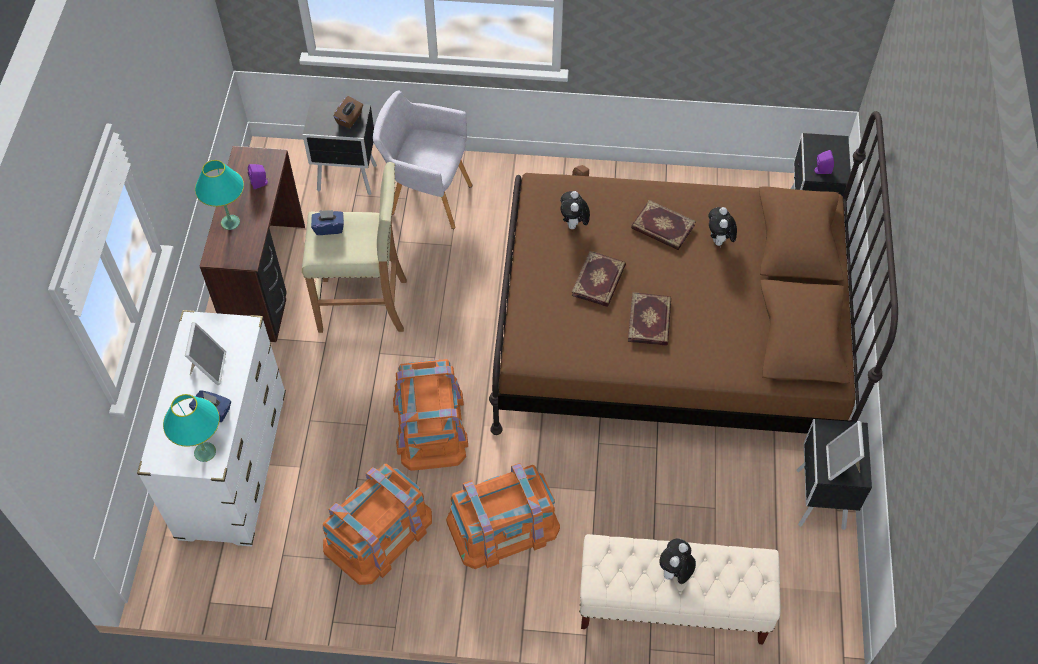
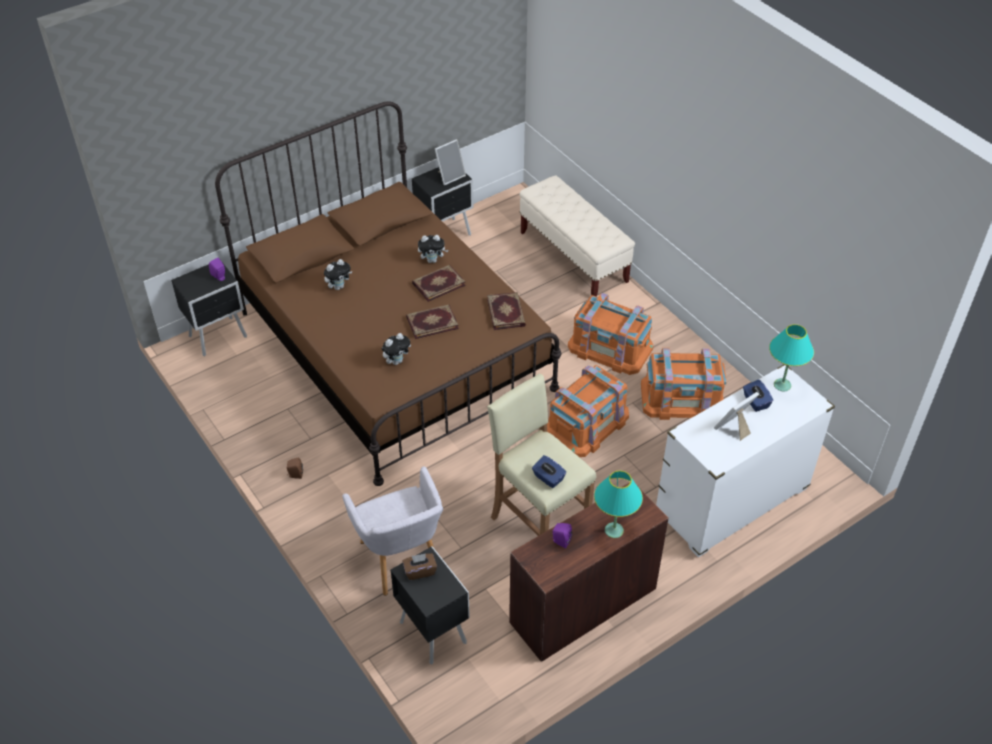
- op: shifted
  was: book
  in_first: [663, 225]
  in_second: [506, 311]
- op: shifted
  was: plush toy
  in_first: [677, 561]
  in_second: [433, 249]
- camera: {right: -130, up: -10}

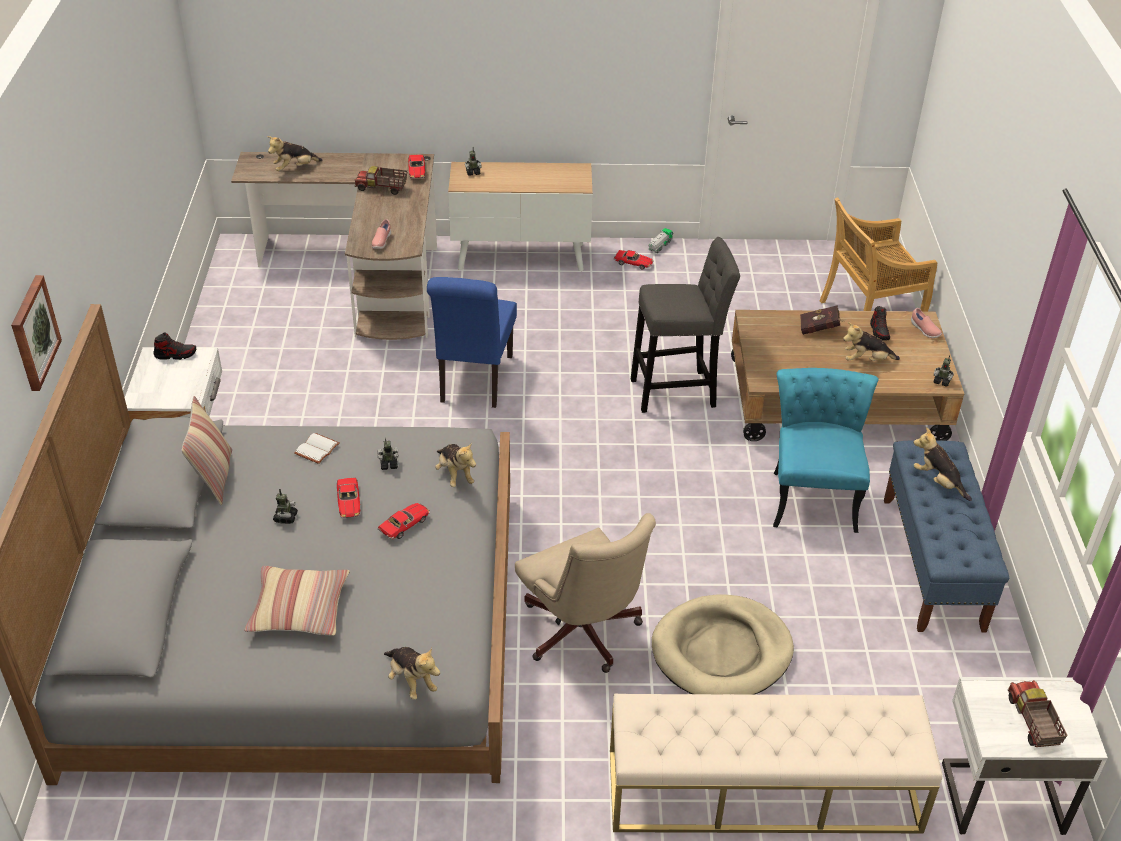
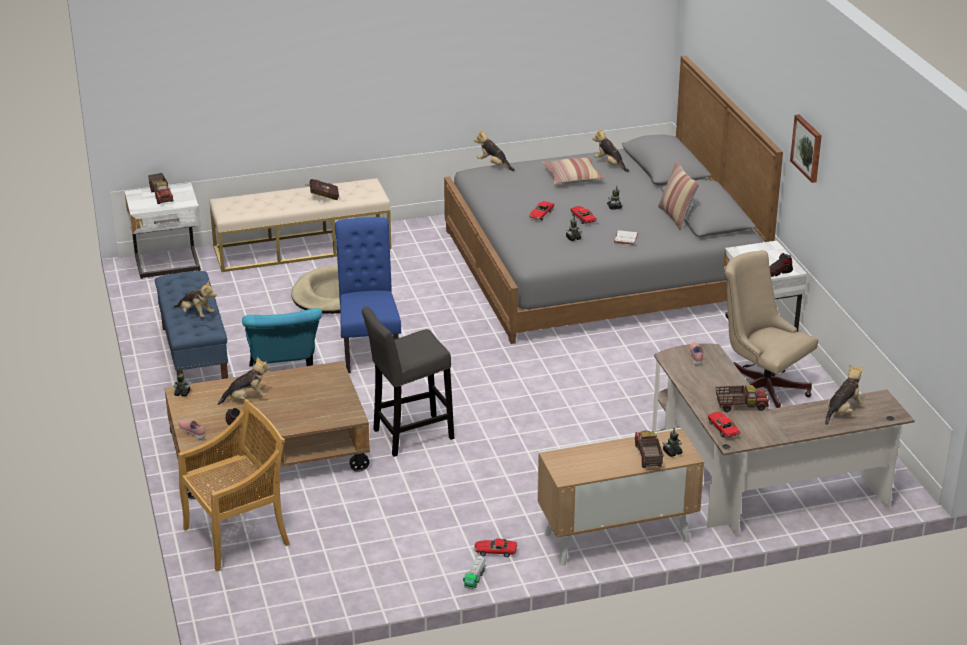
- op: new
  now: toy truck
  in_second: [649, 449]
- op: shifted
  was: picture
  in_first: [36, 333]
  in_second: [806, 148]
- op: shifted
  was: chair (blue)
  in_first: [472, 342]
  in_second: [368, 295]
- op: shifted
  was: plush toy
  in_first: [455, 464]
  in_second: [610, 150]
- op: shifted
  was: office chair (beige)
  in_first: [585, 593]
  in_second: [771, 329]
- op: shifted
  was: book (red)
  in_first: [823, 320]
  in_second: [322, 189]
- camera: {right: 165, up: -10}

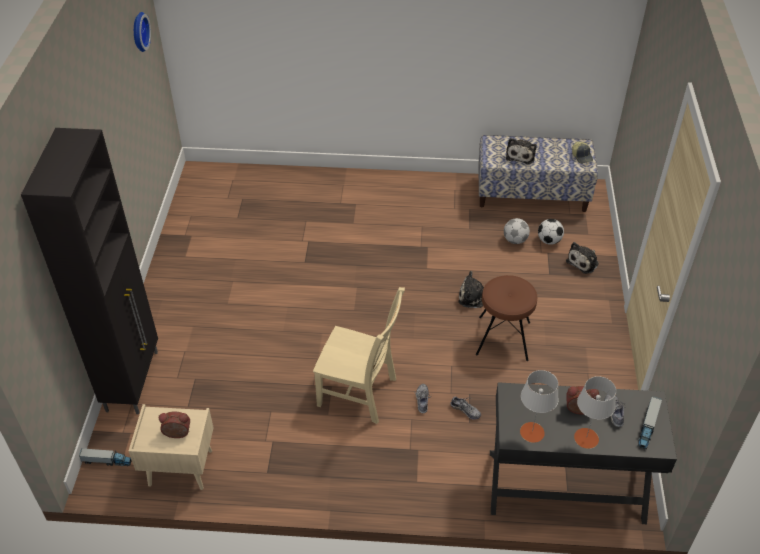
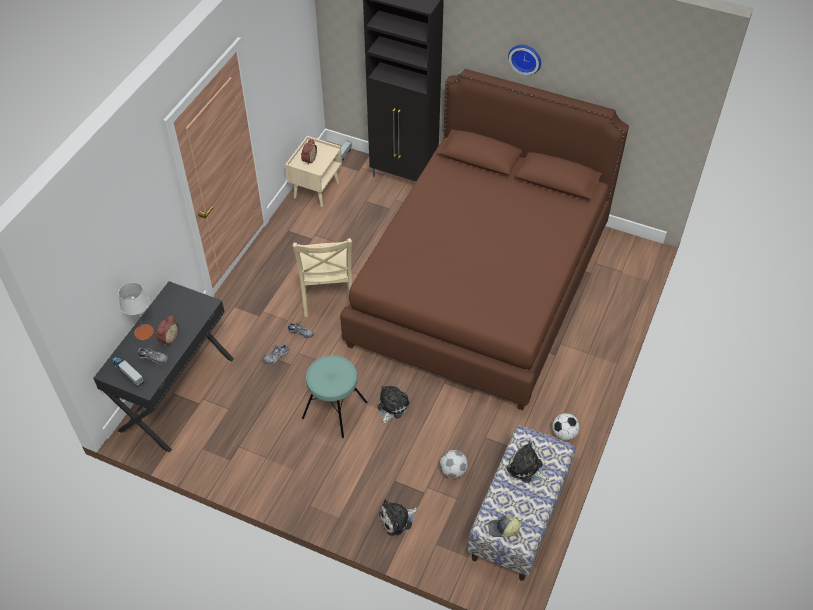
- op: gone
  was: table lamp (grey)
  in_first: [539, 406]
- op: new
  now: bed (brown)
  in_second: [484, 239]
- op: shifted
  was: wall clock
  in_first: [142, 32]
  in_second: [524, 60]
- op: shifted
  was: football
  in_first: [551, 232]
  in_second: [566, 426]
- op: repainted
  was: stool (brown)
  now: stool (turquoise)
  in_first: [506, 318]
  in_second: [335, 396]
- op: rotated
  was: chair (beige)
  in_first: [359, 355]
  in_second: [322, 277]
  clockwise: -45
- op: rotated
  was: plush toy
  in_first: [582, 258]
  in_second: [398, 517]
  clockwise: -90
- camera: {right: 110, up: 5}

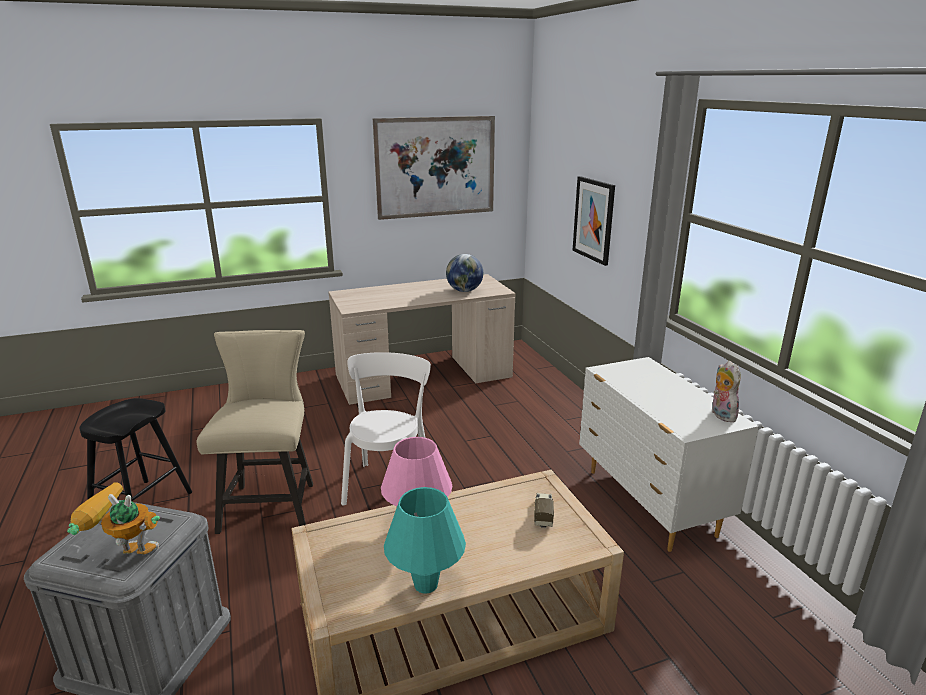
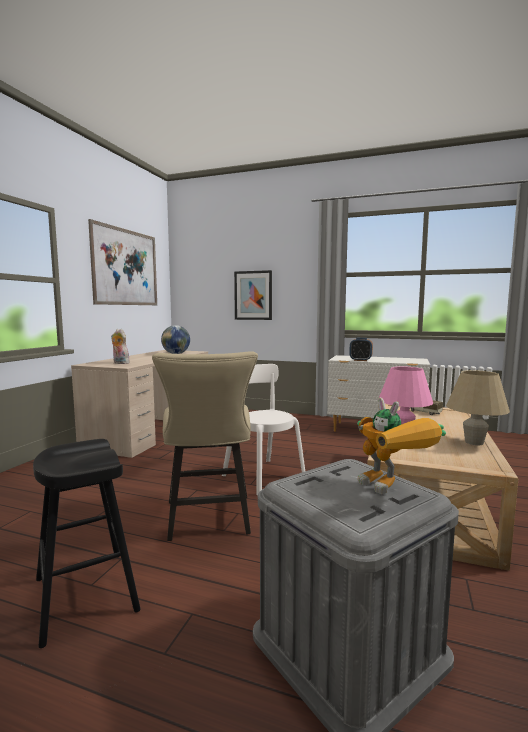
- op: new
  now: alarm clock
  in_second: [361, 349]
- op: shifted
  was: plush toy
  in_first: [726, 391]
  in_second: [120, 346]
- op: repainted
  was: table lamp (turquoise)
  now: table lamp (beige)
  in_first: [425, 540]
  in_second: [478, 407]
- op: rotated
  was: toy robot
  in_first: [113, 518]
  in_second: [401, 446]
  clockwise: -75
- op: rotated
  was: chair (beige)
  in_first: [255, 432]
  in_second: [205, 446]
  clockwise: -135
- camera: {right: -50, up: -15}

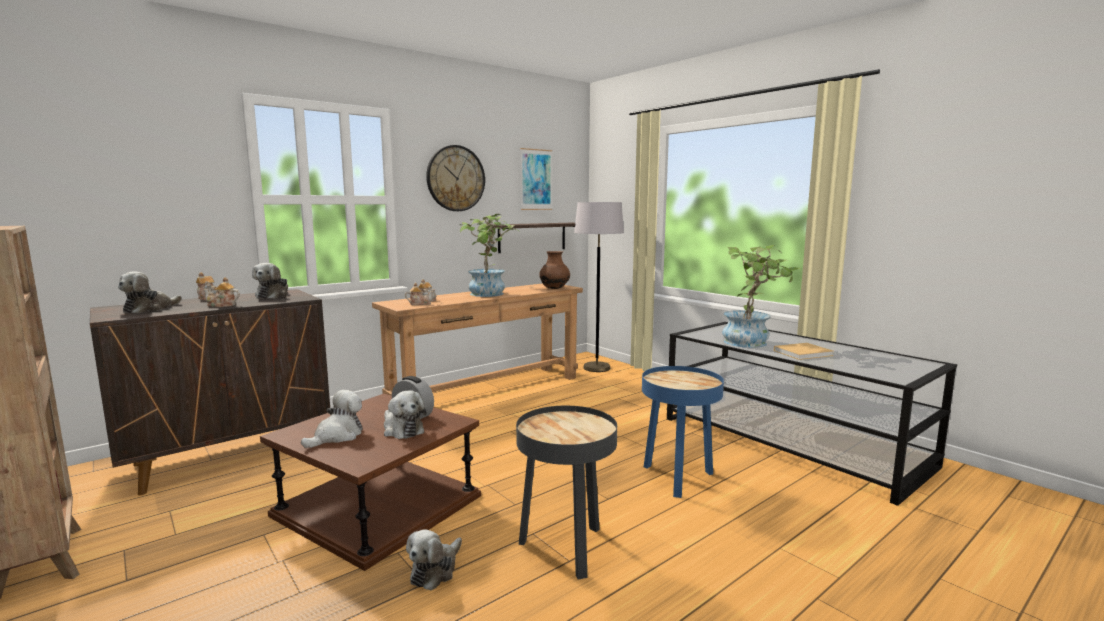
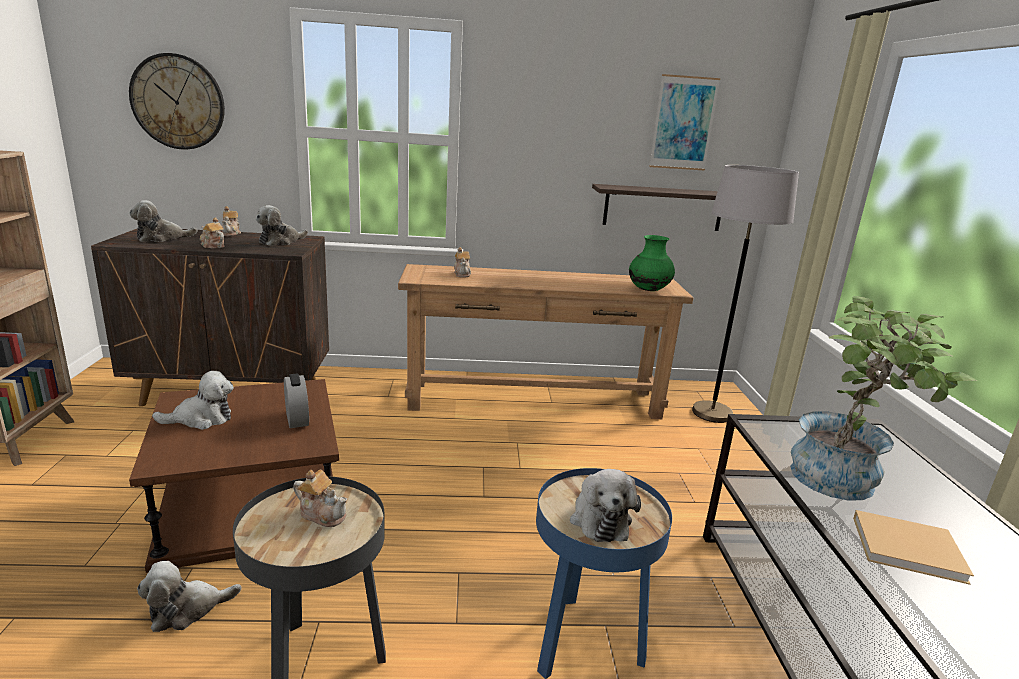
- op: gone
  was: potted plant
  in_first: [490, 255]
- op: shifted
  was: plush toy
  in_first: [405, 414]
  in_second: [605, 505]
- op: shifted
  was: teapot
  in_first: [419, 294]
  in_second: [320, 498]
- op: shifted
  was: wall clock
  in_first: [455, 178]
  in_second: [177, 101]
- op: repainted
  was: vase (brown)
  now: vase (green)
  in_first: [554, 270]
  in_second: [652, 263]
- camera: {right: 35, up: 10}

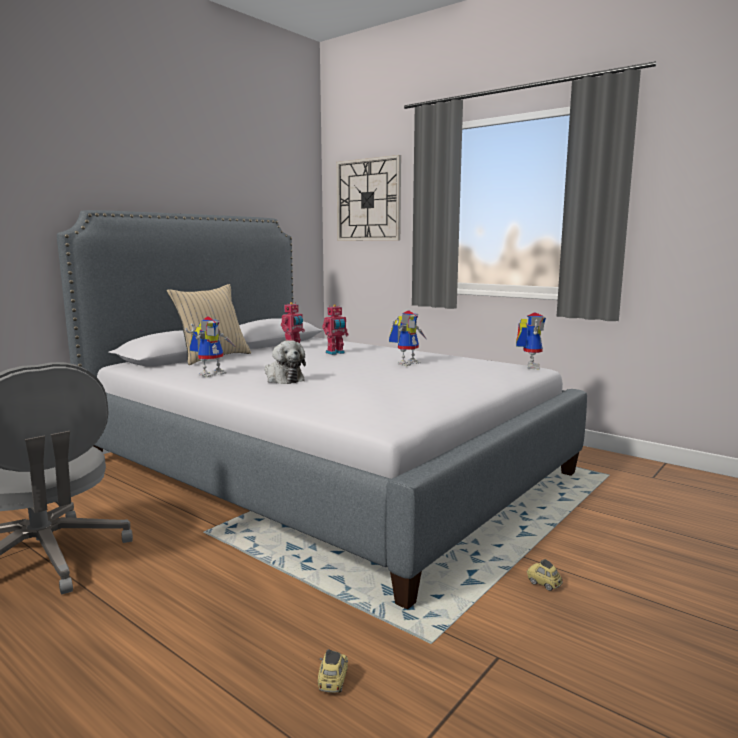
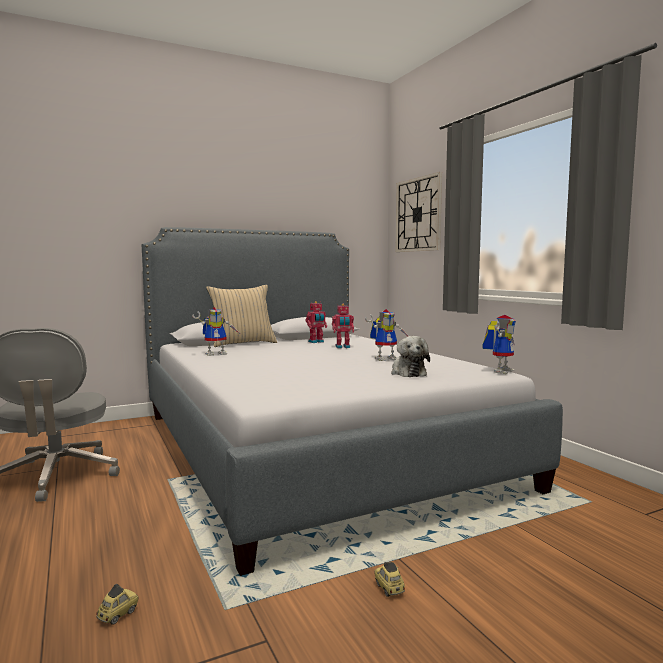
- op: shifted
  was: plush toy
  in_first: [285, 362]
  in_second: [410, 356]
- camera: {right: 25, up: -5}

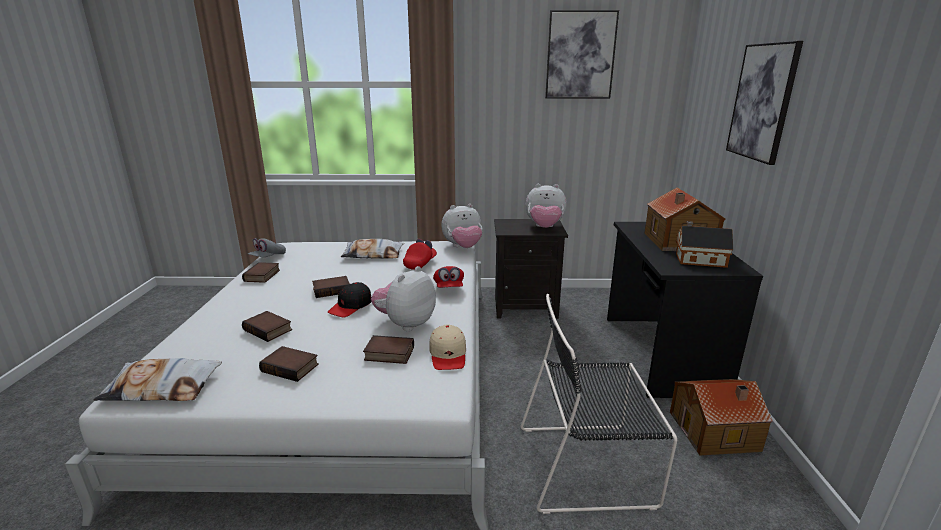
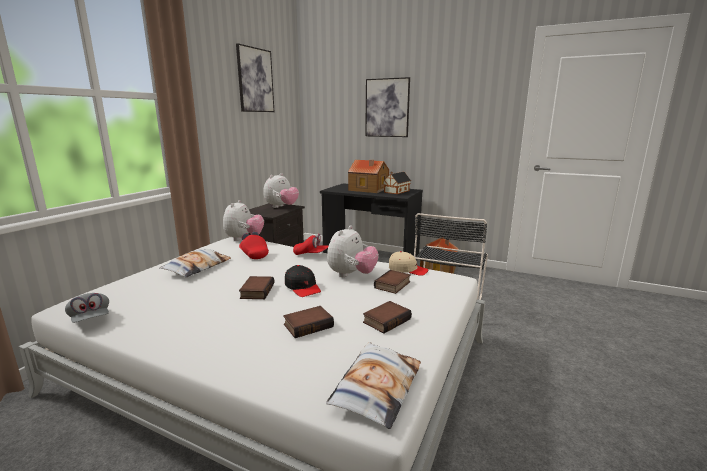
- op: gone
  was: book
  in_first: [261, 272]
- op: rotated
  was: plush toy
  in_first: [403, 298]
  in_second: [353, 251]
  clockwise: -120
- camera: {right: -65, up: -5}

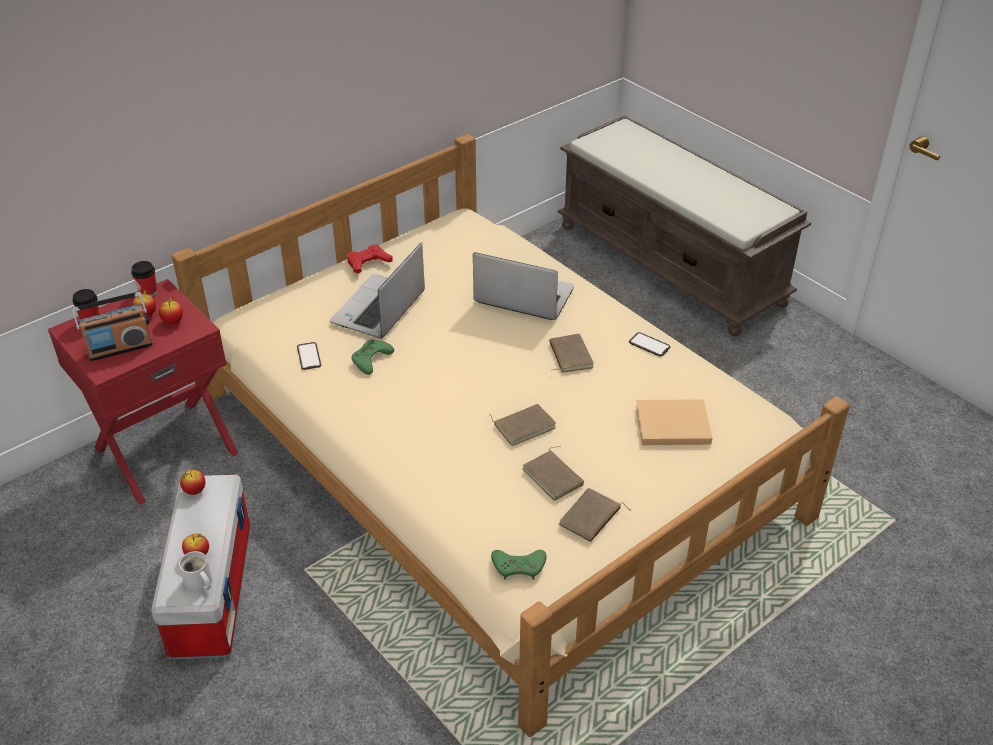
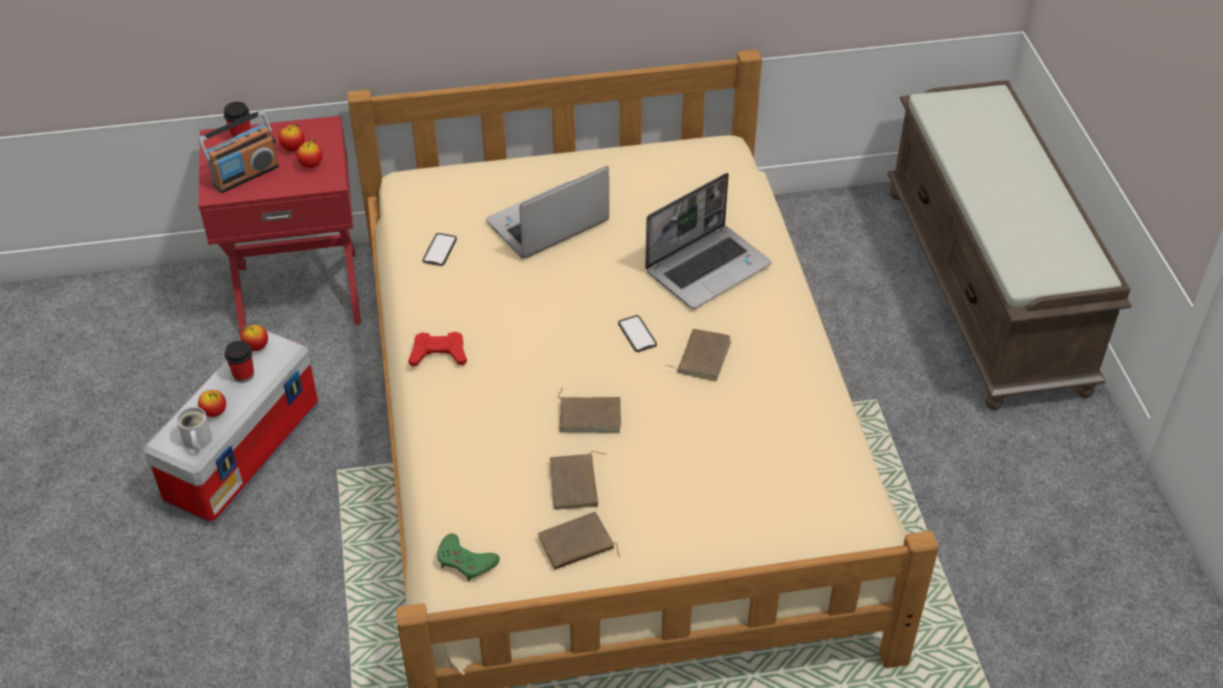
- op: gone
  was: game controller (green)
  in_first: [372, 357]
- op: gone
  was: book (beige)
  in_first: [674, 422]
- op: shifted
  was: cup
  in_first: [144, 279]
  in_second: [239, 362]
- op: shifted
  was: game controller (red)
  in_first: [370, 259]
  in_second: [437, 349]
- op: shifted
  was: phone
  in_first: [650, 344]
  in_second: [637, 333]
- op: rotated
  was: radio
  in_first: [112, 326]
  in_second: [238, 151]
  clockwise: -45
- op: rotated
  was: laptop
  in_first: [523, 286]
  in_second: [708, 241]
  clockwise: 90
- camera: {right: 30, up: 5}

